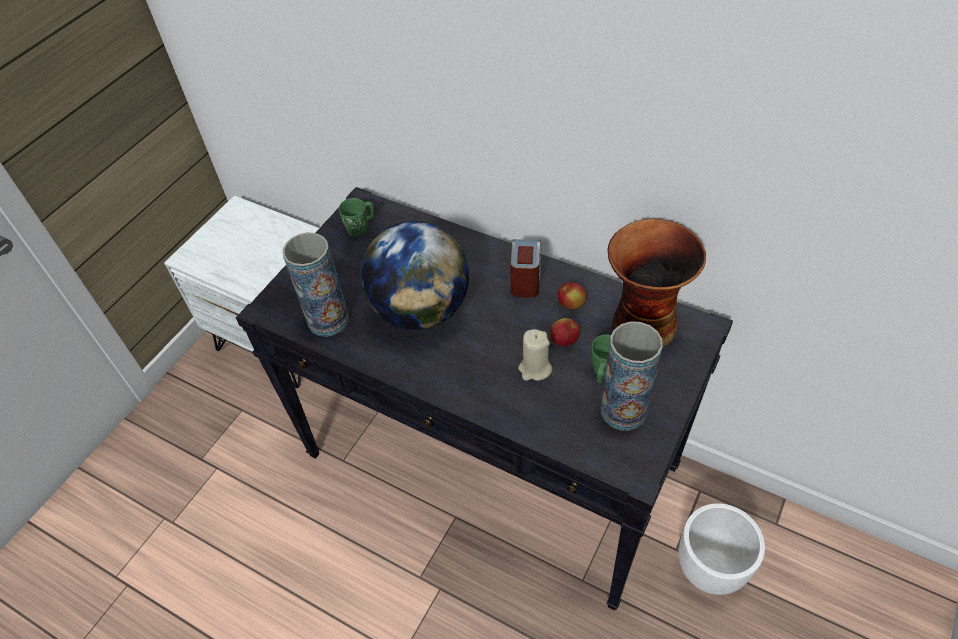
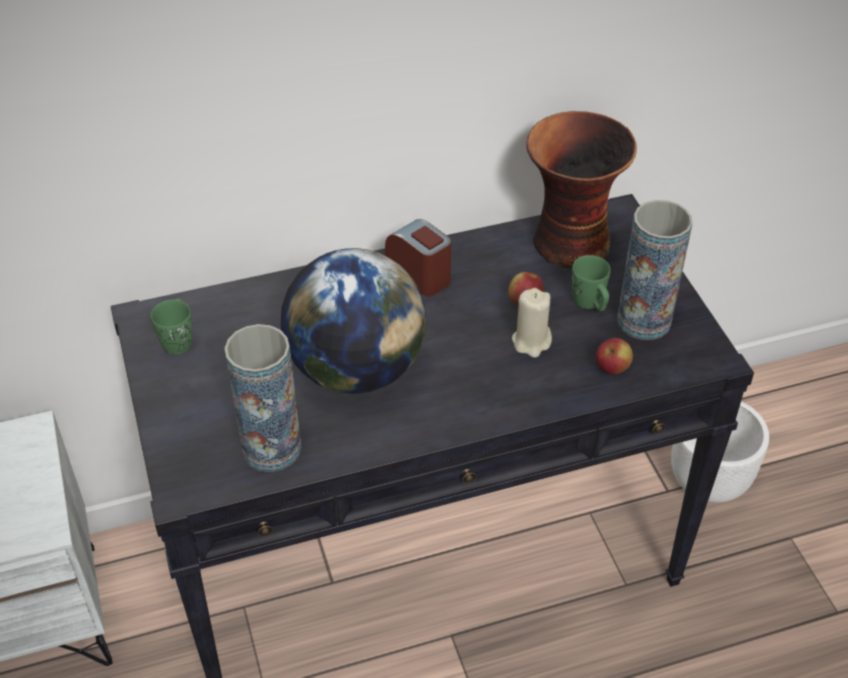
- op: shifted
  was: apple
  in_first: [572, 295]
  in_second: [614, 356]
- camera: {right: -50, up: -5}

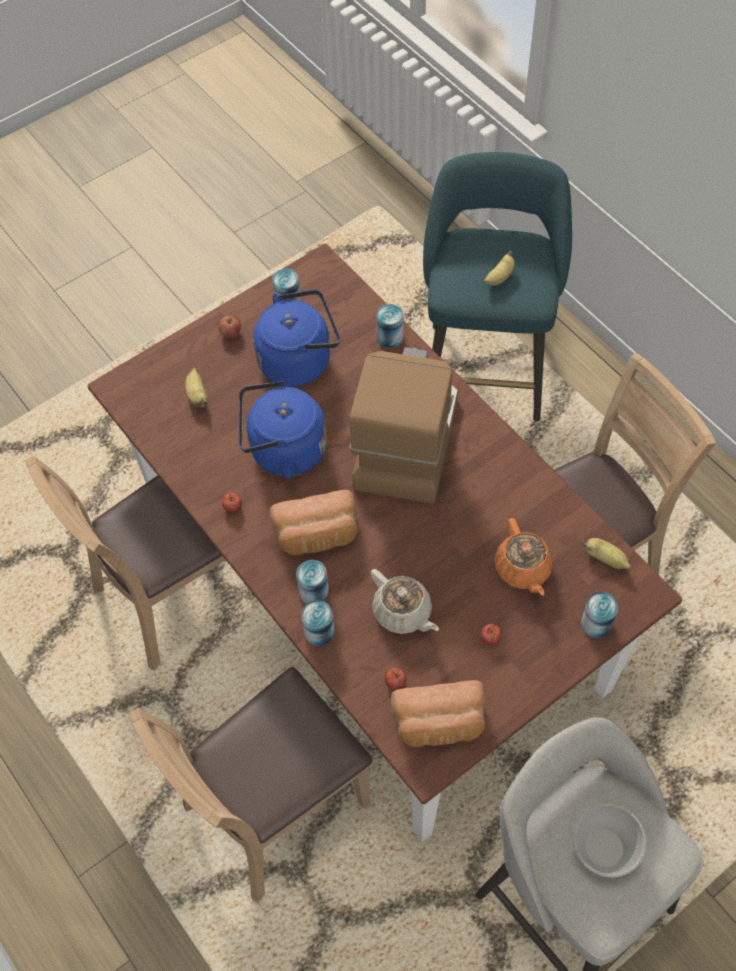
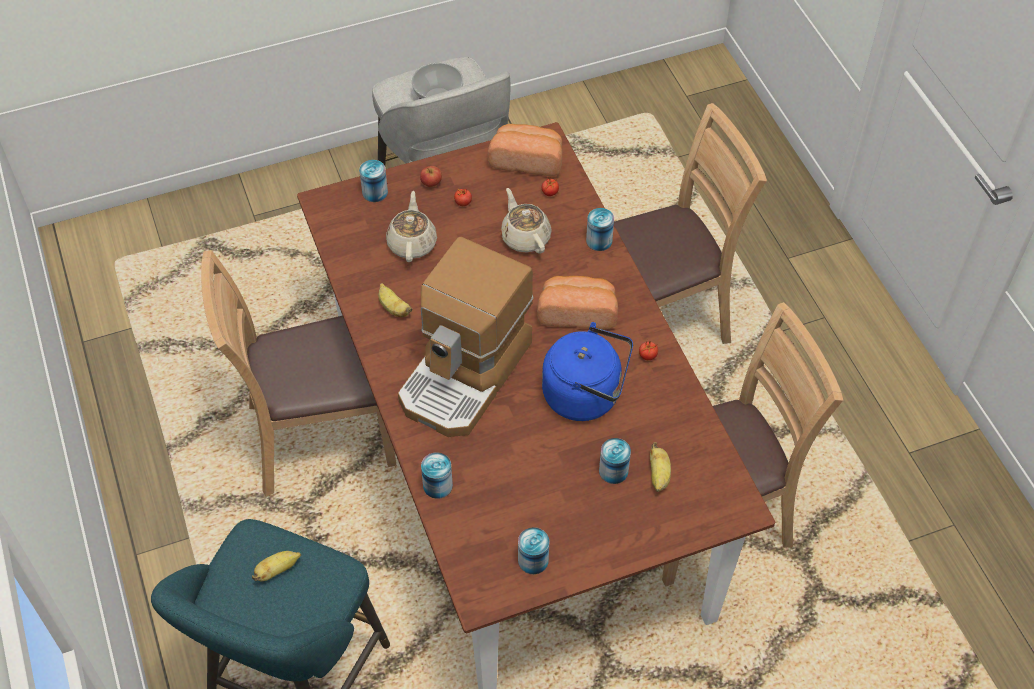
- op: gone
  was: kettle (blue)
  in_first: [296, 338]
- op: shifted
  was: apple
  in_first: [229, 326]
  in_second: [431, 176]
- op: shifted
  was: can
  in_first: [312, 582]
  in_second: [615, 461]
- op: shifted
  was: banana
  in_first: [606, 553]
  in_second: [395, 300]
- op: repainted
  was: teapot (orange)
  now: teapot (beige)
  in_first: [524, 556]
  in_second: [411, 226]
- camera: {right: -165, up: -5}

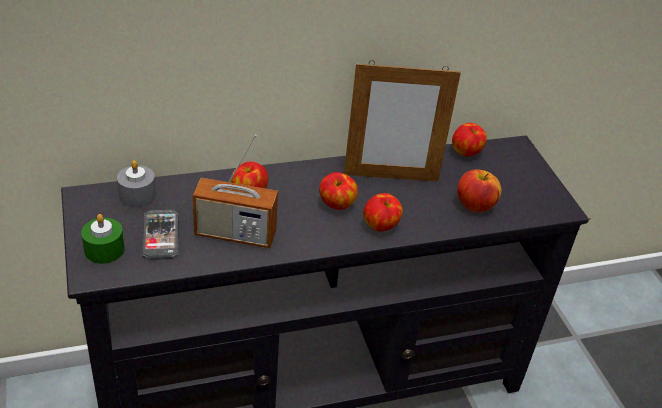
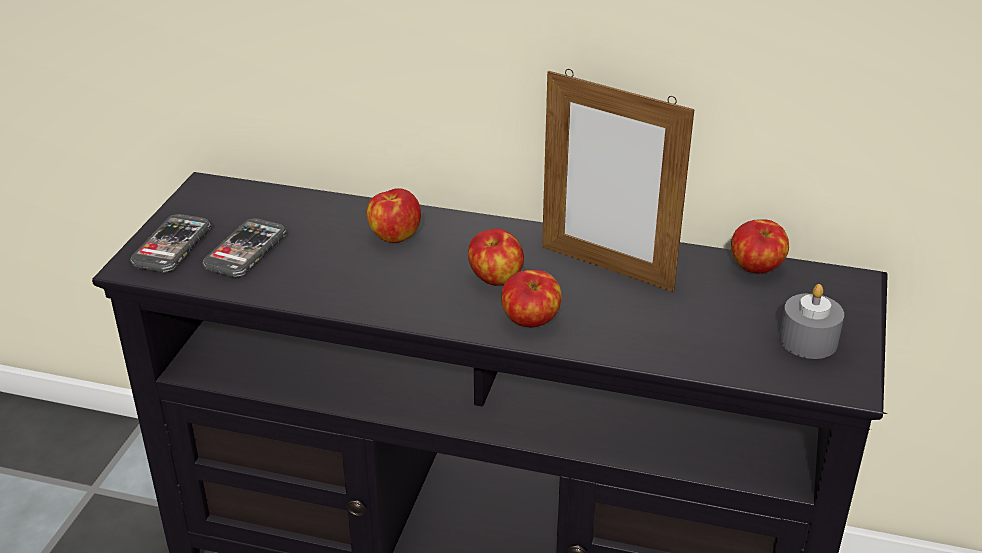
- op: gone
  was: radio
  in_first: [235, 191]
- op: gone
  was: apple
  in_first: [479, 191]
- op: shifted
  was: candle (grey)
  in_first: [136, 183]
  in_second: [811, 321]
- op: swapped
  was: candle (green)
  now: phone
  in_first: [103, 239]
  in_second: [170, 243]
- camera: {right: 35, up: -5}

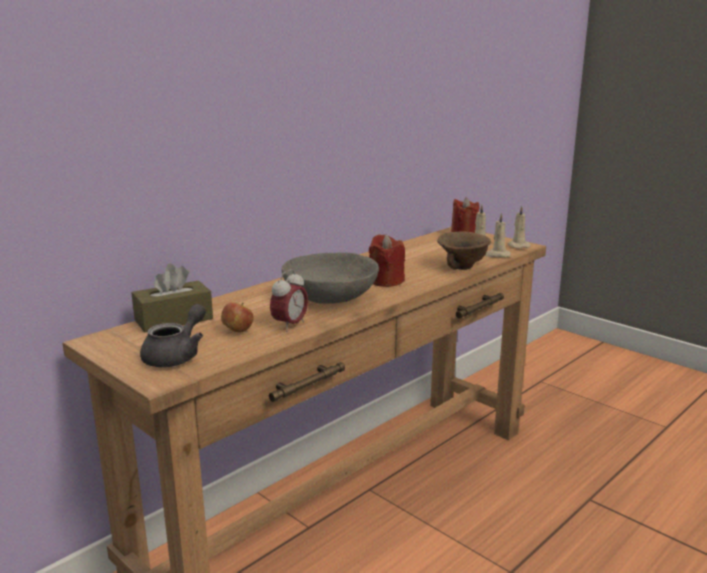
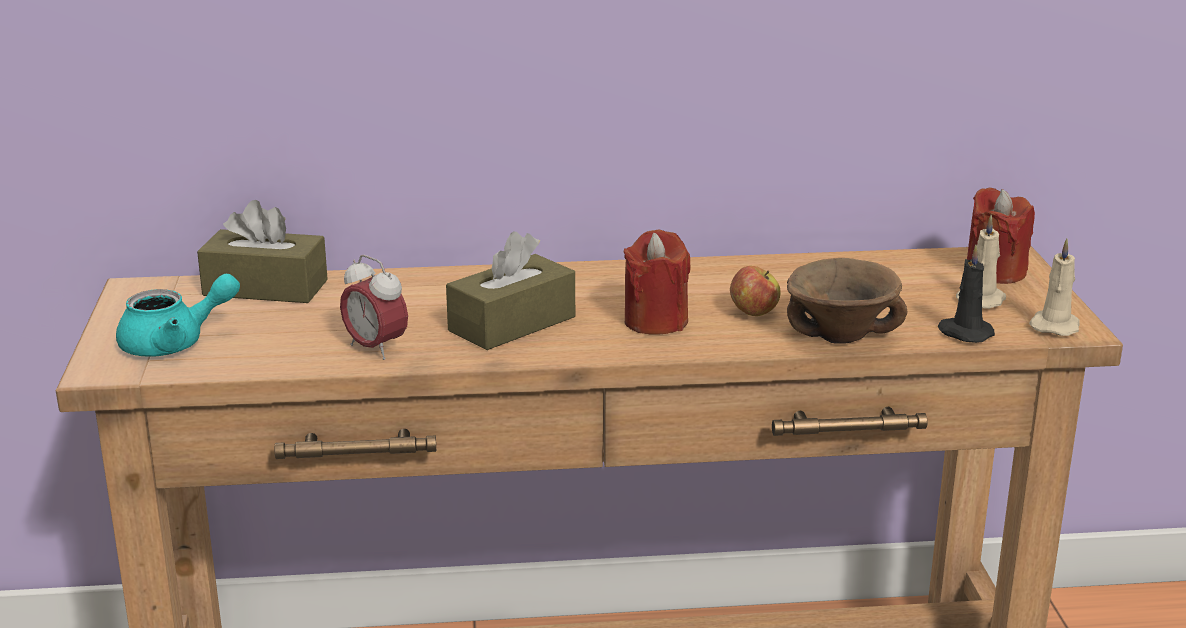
- op: shifted
  was: apple
  in_first: [237, 317]
  in_second: [755, 291]
- op: swapped
  was: bowl (grey)
  now: tissue box (brown)
  in_first: [330, 278]
  in_second: [510, 290]
- op: repainted
  was: teapot (grey)
  now: teapot (turquoise)
  in_first: [173, 335]
  in_second: [178, 315]
- op: repainted
  was: candle (beige)
  now: candle (black)
  in_first: [498, 235]
  in_second: [966, 294]
- op: rotated
  was: alarm clock
  in_first: [289, 300]
  in_second: [374, 307]
  clockwise: 60
- camera: {right: 40, up: 5}

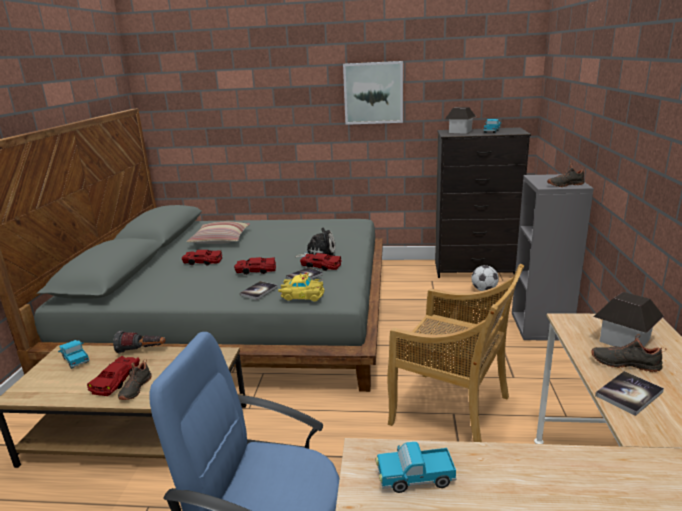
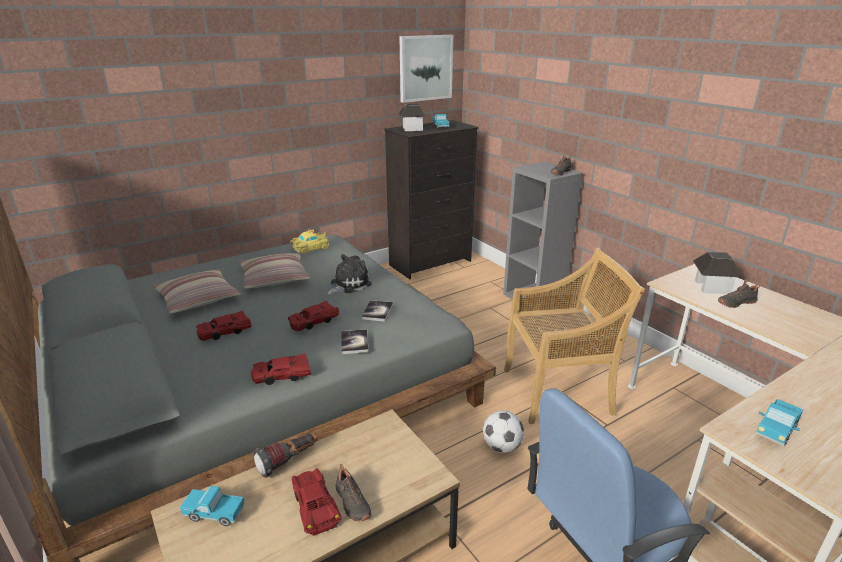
- op: gone
  was: book
  in_first: [629, 393]
- op: new
  now: pillow
  in_second: [274, 270]
- op: shifted
  was: toy car (yellow)
  in_first: [301, 287]
  in_second: [309, 241]
- op: shifted
  was: toy car (red)
  in_first: [320, 262]
  in_second: [281, 369]
- op: shifted
  was: picture
  in_first: [373, 93]
  in_second: [426, 69]
- op: shifted
  was: football
  in_first: [485, 278]
  in_second: [503, 432]
- camera: {right: -40, up: 5}

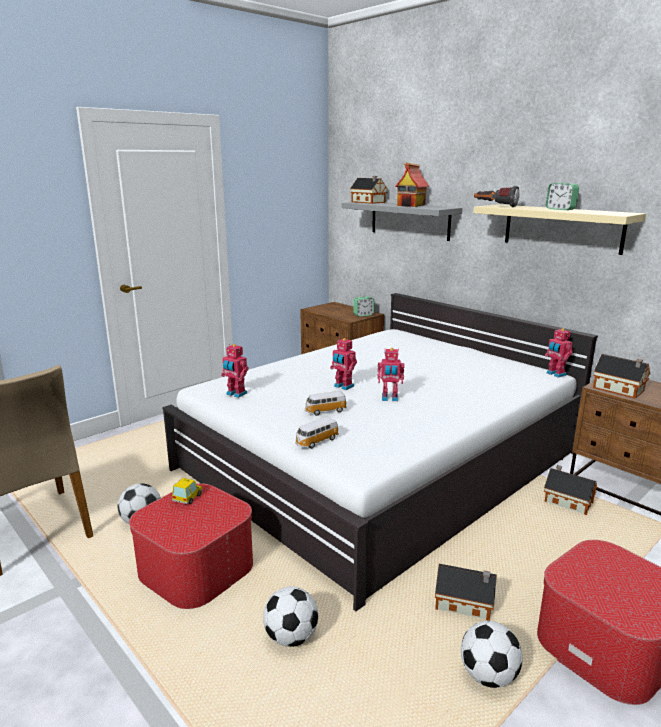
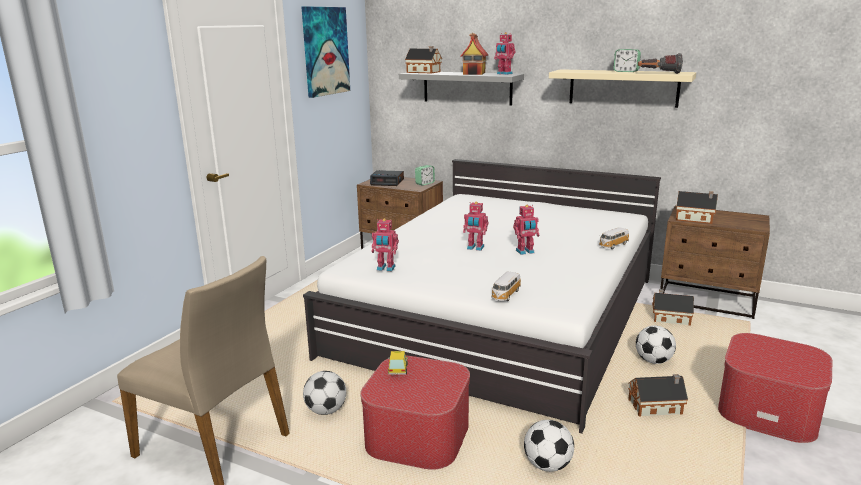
- op: new
  now: picture
  in_second: [325, 52]
- op: new
  now: alarm clock
  in_second: [387, 178]
- op: shifted
  was: toy car
  in_first: [326, 403]
  in_second: [614, 238]
- op: shifted
  was: football
  in_first: [492, 654]
  in_second: [656, 344]
- op: shifted
  was: flashlight
  in_first: [496, 196]
  in_second: [660, 63]
- op: shifted
  was: toy robot
  in_first: [559, 352]
  in_second: [505, 53]
- camera: {right: -20, up: 0}

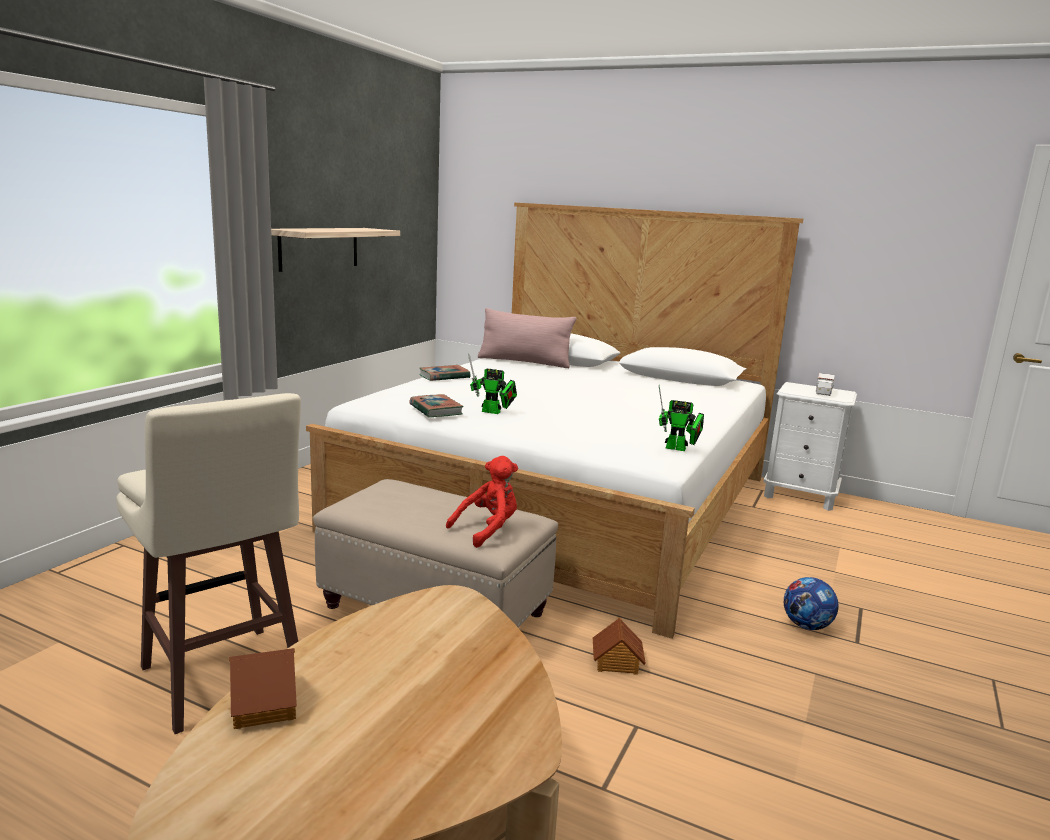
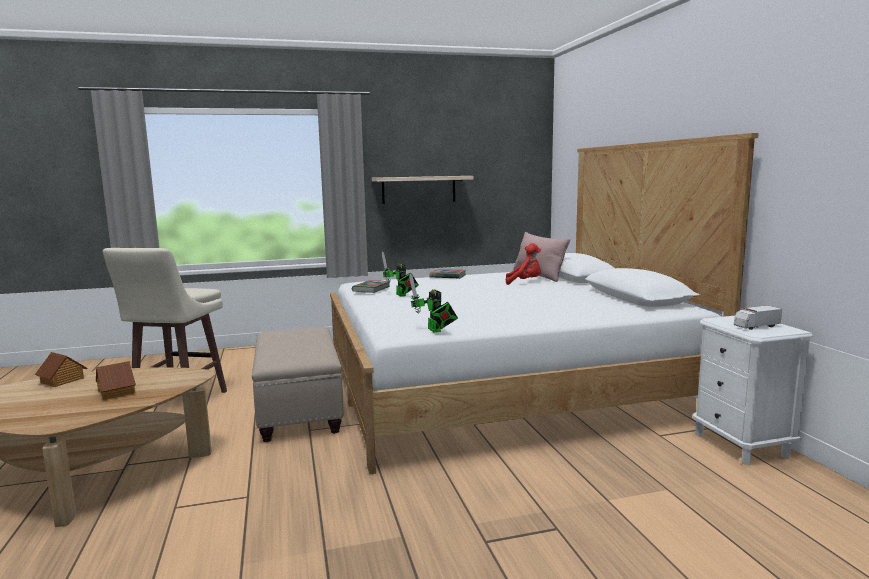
- op: gone
  was: football
  in_first: [811, 603]
- op: shifted
  was: plush toy (red)
  in_first: [482, 502]
  in_second: [523, 264]
- op: shifted
  was: toy house
  in_first: [619, 646]
  in_second: [116, 380]
- camera: {right: 50, up: -5}

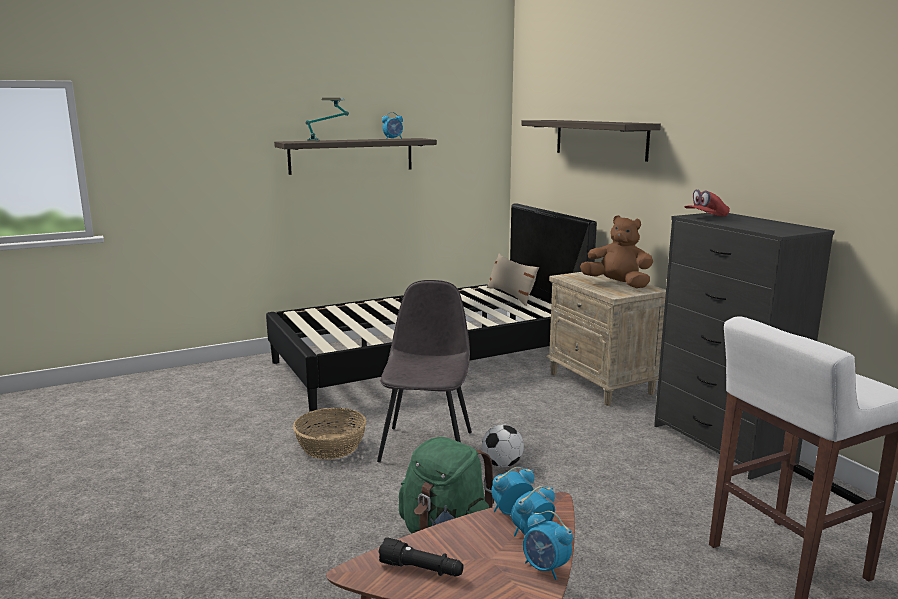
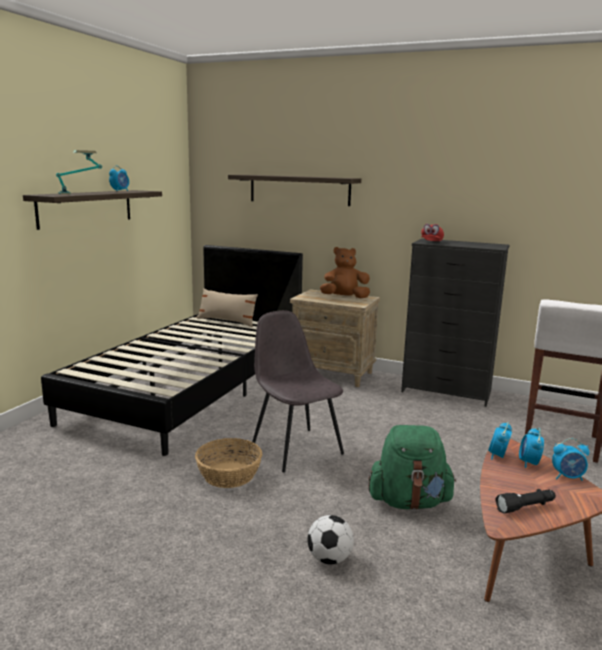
- op: shifted
  was: football
  in_first: [503, 446]
  in_second: [330, 539]
- camera: {right: -40, up: 0}

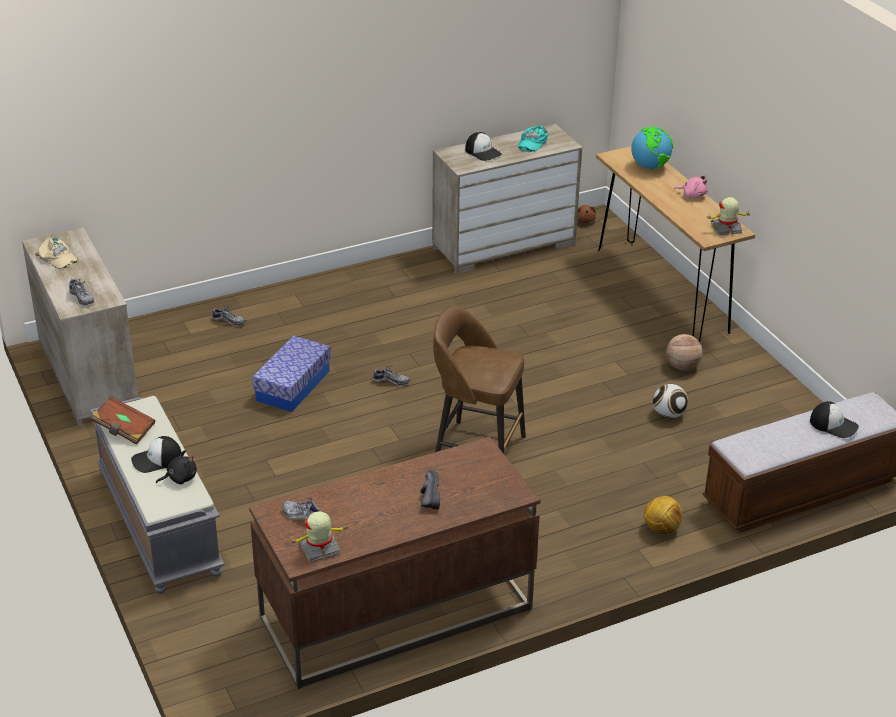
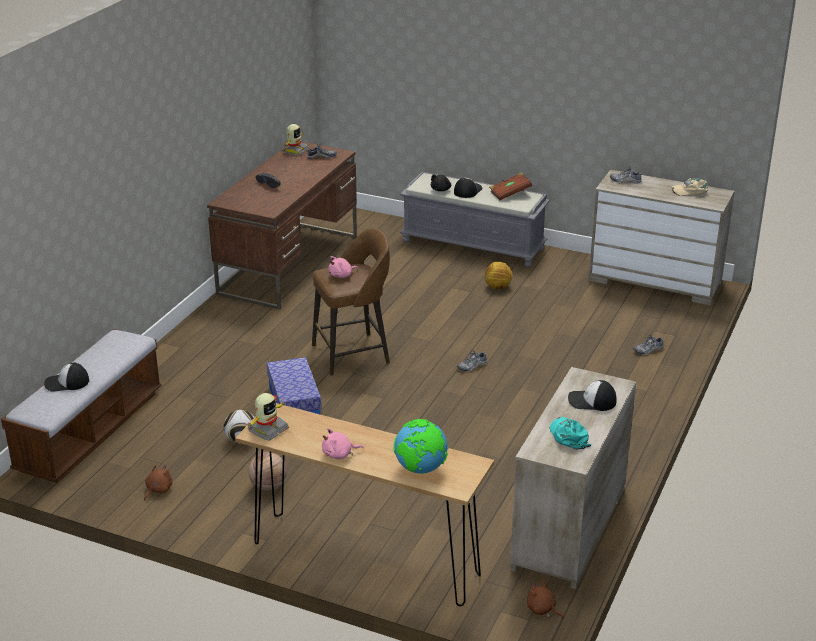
- op: new
  now: plush toy (brown)
  in_second: [158, 482]
- op: new
  now: plush toy (pink)
  in_second: [343, 267]
- op: shifted
  was: storage box
  in_first: [291, 373]
  in_second: [294, 385]
- op: shifted
  was: football
  in_first: [663, 515]
  in_second: [499, 275]
- camera: {right: 140, up: -5}

